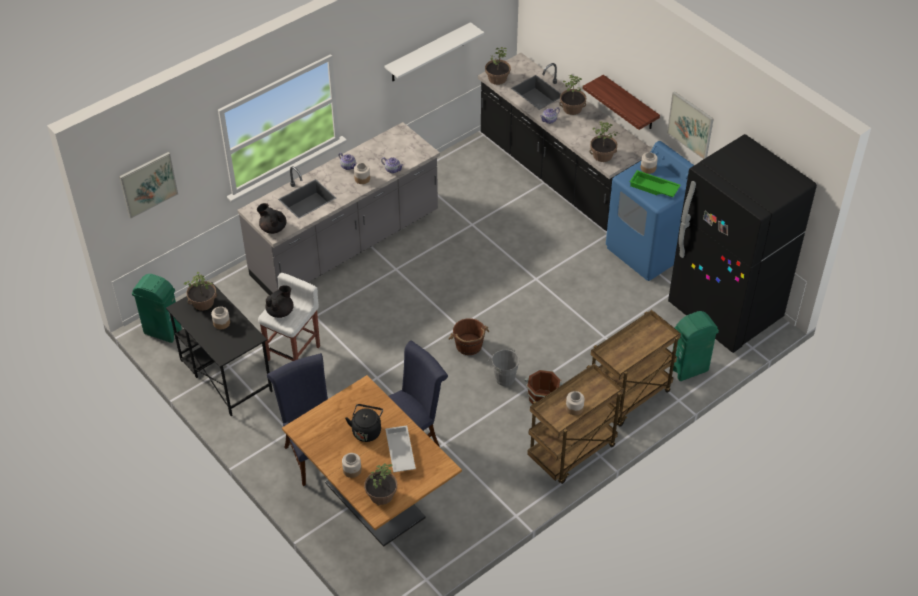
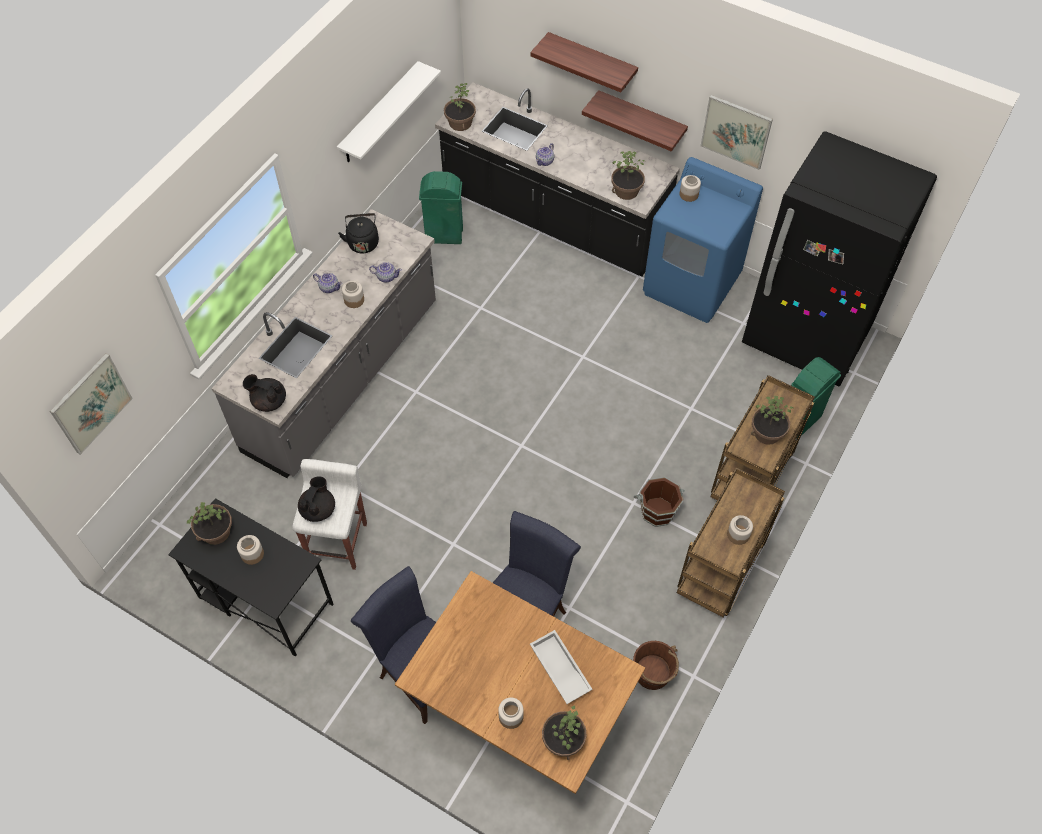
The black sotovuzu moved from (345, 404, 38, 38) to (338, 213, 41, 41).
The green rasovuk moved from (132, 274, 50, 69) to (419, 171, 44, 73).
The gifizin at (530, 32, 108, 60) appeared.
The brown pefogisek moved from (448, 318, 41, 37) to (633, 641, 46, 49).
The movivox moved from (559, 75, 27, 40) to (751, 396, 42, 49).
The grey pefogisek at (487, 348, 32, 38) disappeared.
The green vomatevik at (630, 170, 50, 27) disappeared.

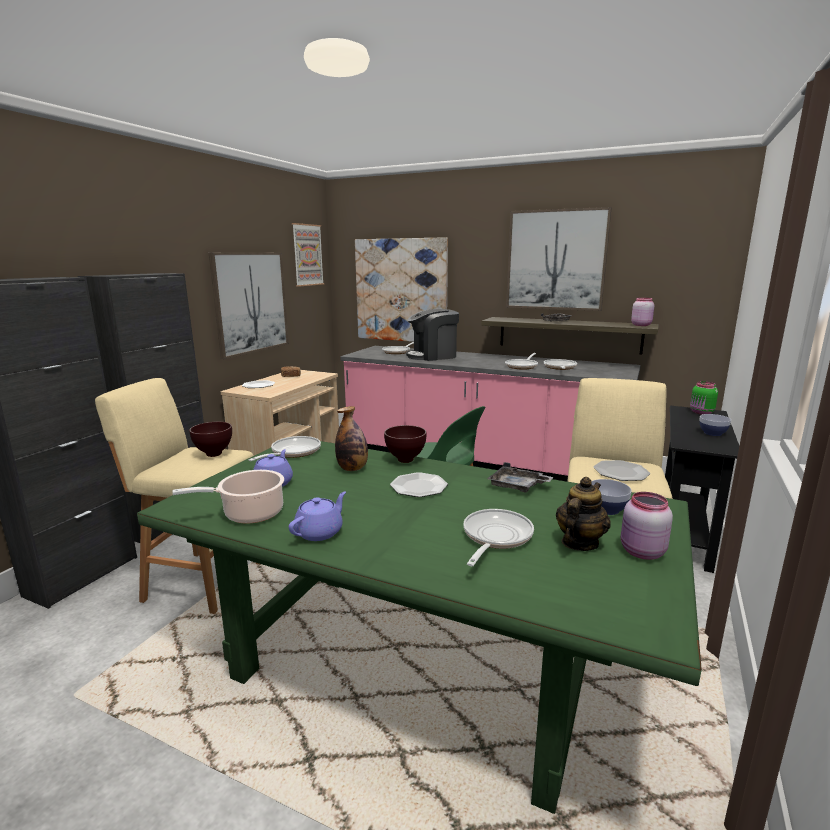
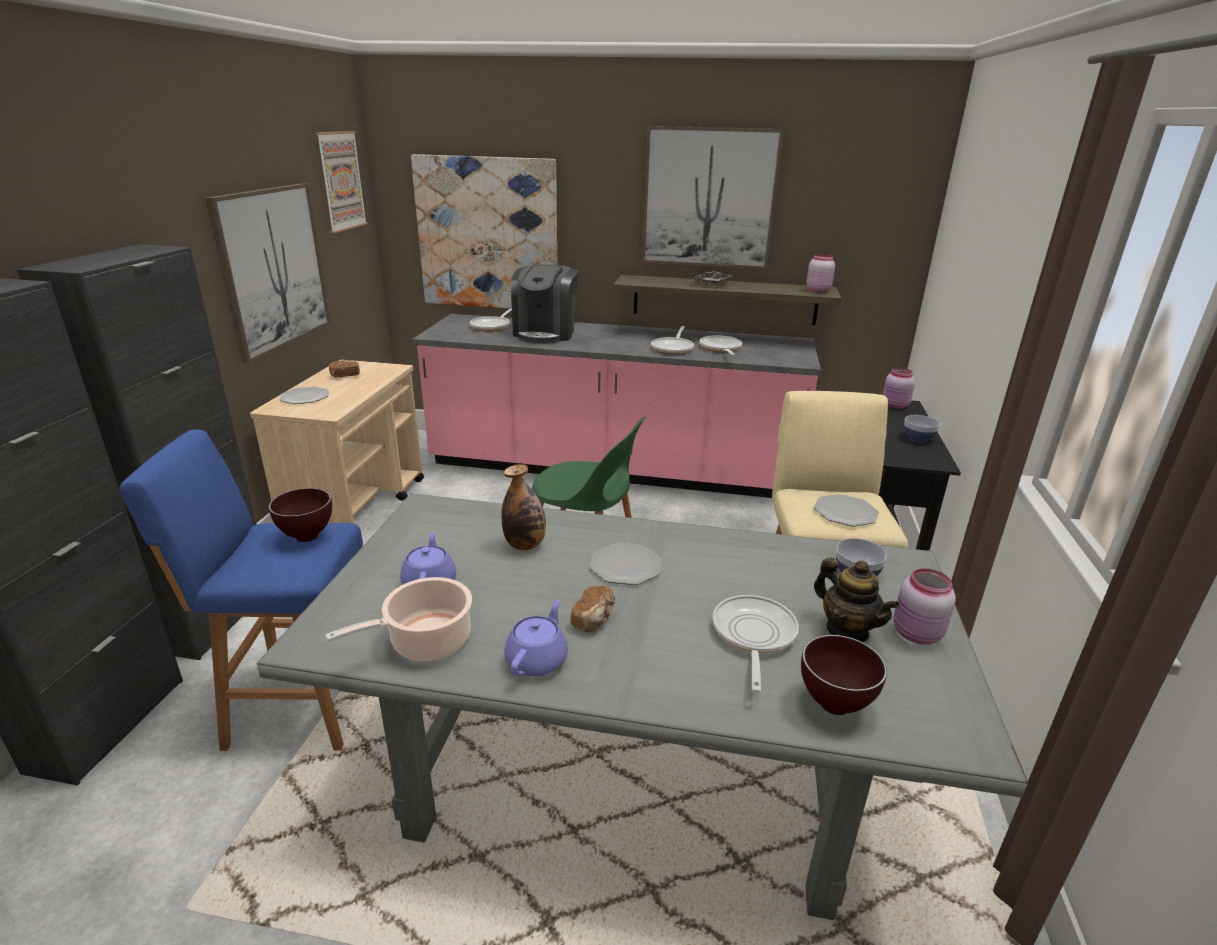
The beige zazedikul at (95, 378, 166, 236) became the blue zazedikul at (119, 429, 244, 322).
The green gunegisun at (137, 441, 565, 373) became the grey gunegisun at (257, 494, 771, 426).
The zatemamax at (406, 309, 53, 52) turned 45 degrees counterclockwise.
The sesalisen at (570, 586, 45, 47) appeared.
The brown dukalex moved from (384, 425, 43, 38) to (801, 635, 86, 80).
The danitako at (556, 477, 55, 74) turned 120 degrees clockwise.
The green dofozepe at (690, 381, 28, 33) became the pink dofozepe at (883, 368, 32, 41).
The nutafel at (248, 436, 73, 25) disappeared.
The grey vomatevik at (487, 462, 67, 31) disappeared.

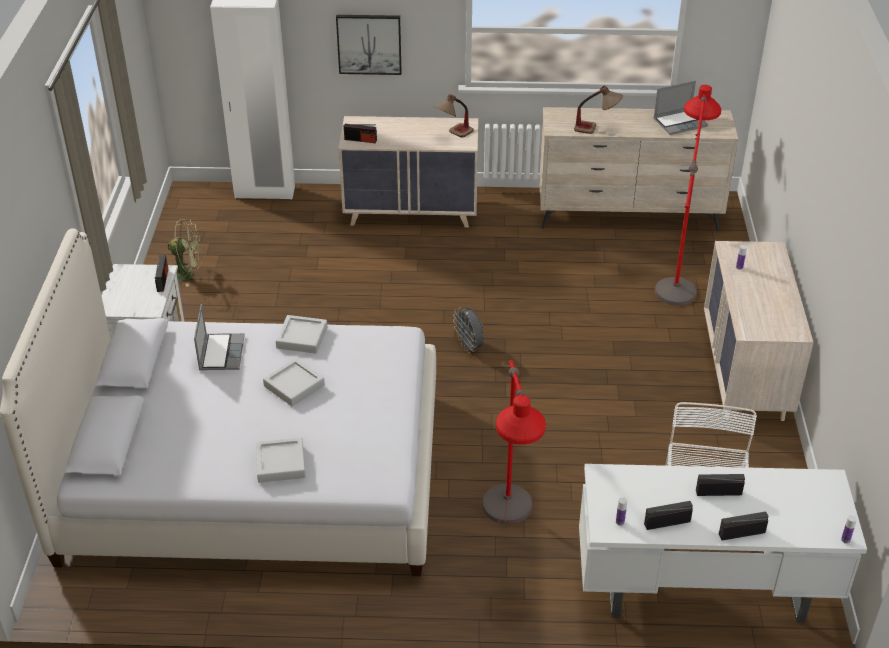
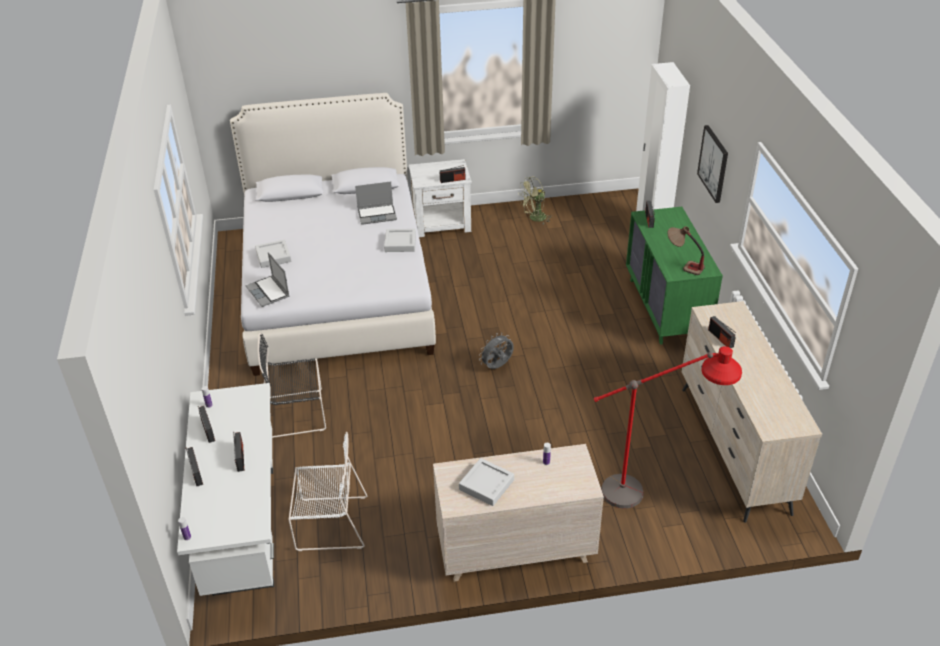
The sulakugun moved from (653, 81, 55, 54) to (245, 252, 45, 55).
The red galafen at (482, 360, 64, 165) was replaced by the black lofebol at (258, 333, 68, 105).
The grey vomatevik moved from (263, 358, 62, 48) to (459, 458, 55, 48).
The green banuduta at (167, 219, 35, 68) turned 75 degrees clockwise.
The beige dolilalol at (338, 116, 140, 112) became the green dolilalol at (626, 207, 97, 138).
The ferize at (574, 86, 49, 48) was replaced by the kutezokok at (708, 316, 28, 32).

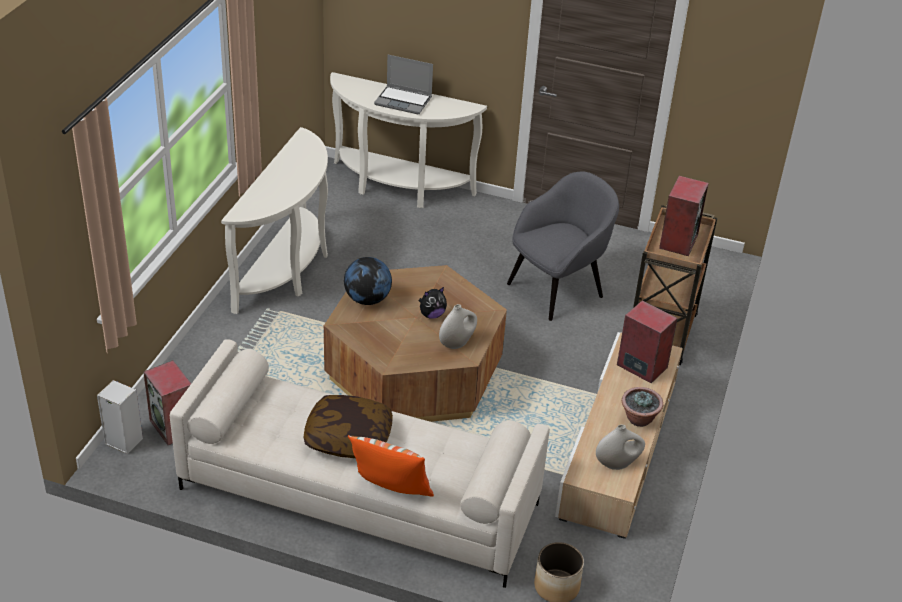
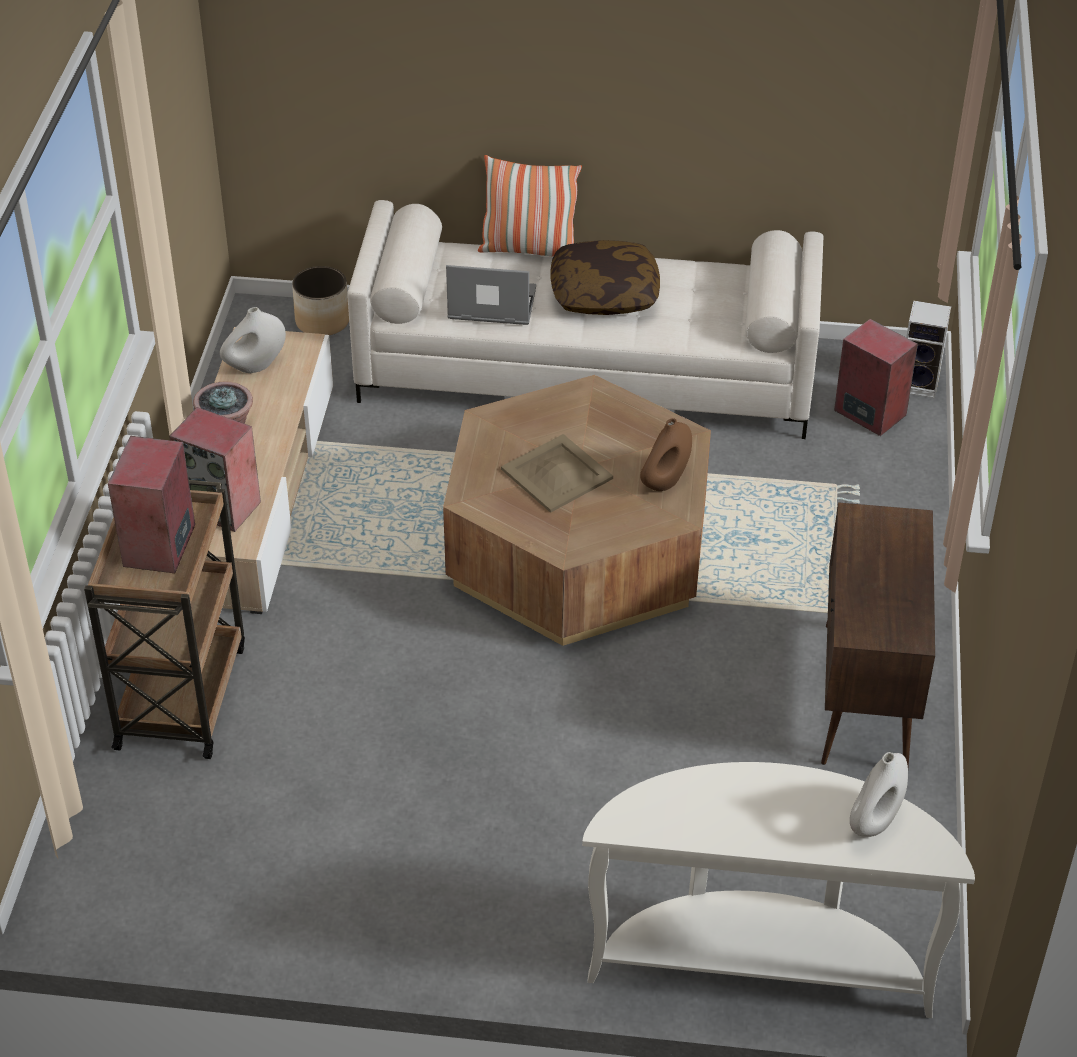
The sulakugun moved from (374, 55, 59, 59) to (446, 265, 90, 60).
The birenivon at (419, 287, 28, 32) was replaced by the beige vomatevik at (501, 434, 112, 79).
The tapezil at (344, 257, 48, 48) was replaced by the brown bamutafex at (640, 418, 52, 73).
The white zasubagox at (221, 127, 107, 187) was replaced by the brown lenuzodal at (821, 502, 114, 264).
The white bamutafex moved from (439, 304, 38, 45) to (850, 752, 58, 85).
The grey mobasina at (507, 172, 112, 149) disappeared.

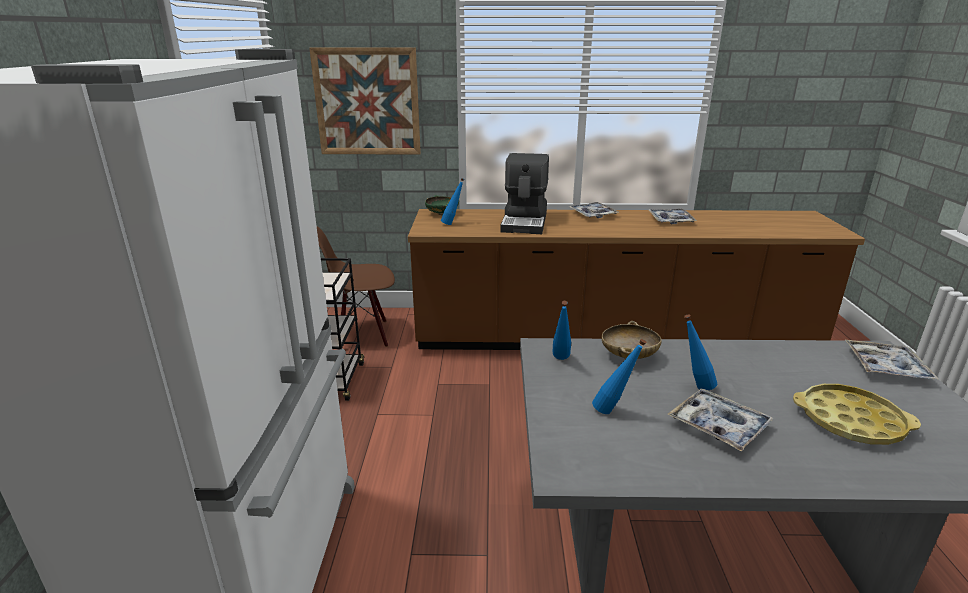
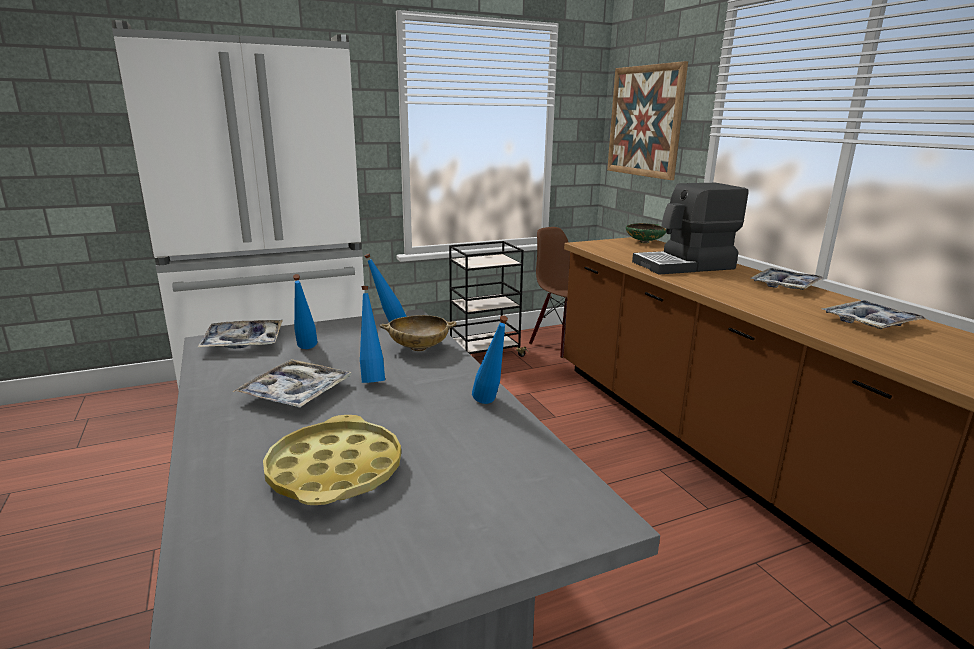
The vomatevik moved from (845, 340, 94, 40) to (197, 320, 86, 28).
The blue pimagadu moved from (441, 178, 23, 47) to (472, 315, 36, 89).

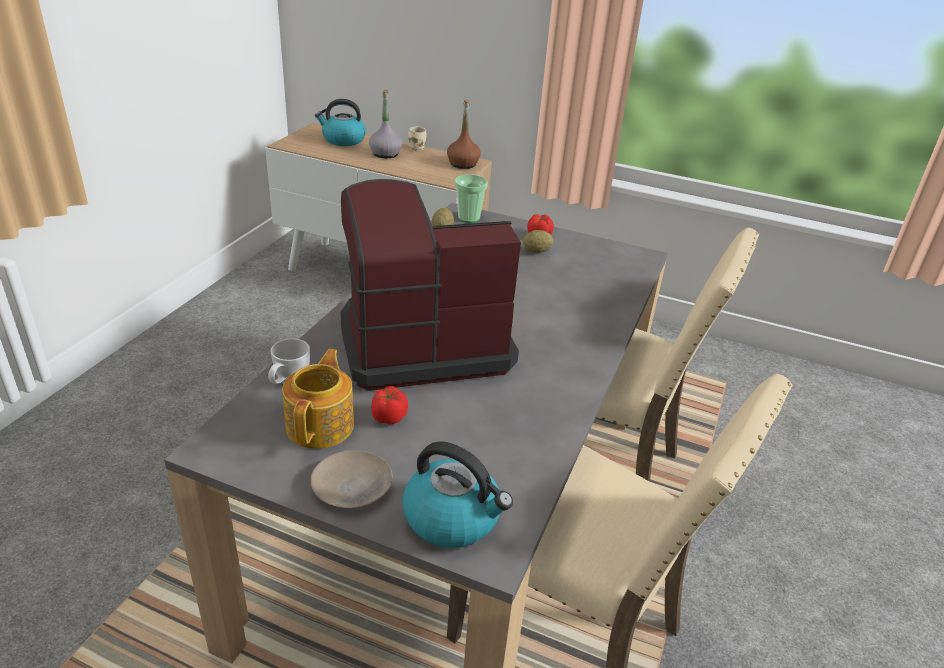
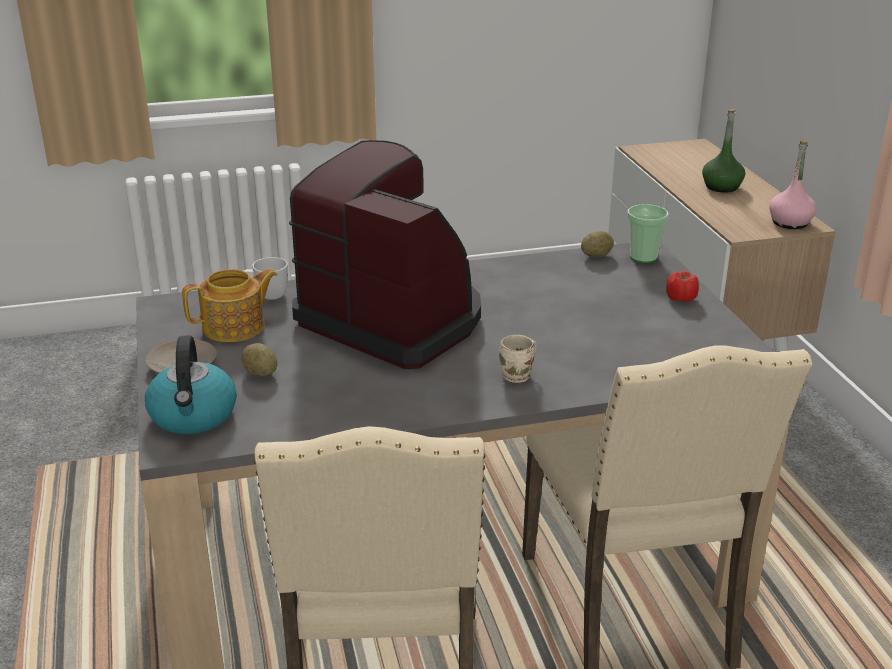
The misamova moved from (523, 230, 30, 23) to (241, 343, 36, 33).
The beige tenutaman moved from (408, 127, 19, 24) to (499, 335, 38, 48).
The grey pimagadu at (369, 90, 33, 68) became the green pimagadu at (702, 109, 43, 83).
The brown pimagadu at (447, 99, 34, 70) became the pink pimagadu at (769, 139, 47, 90).
The sotovuzu at (315, 99, 51, 47) disappeared.
The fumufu at (371, 386, 37, 38) disappeared.

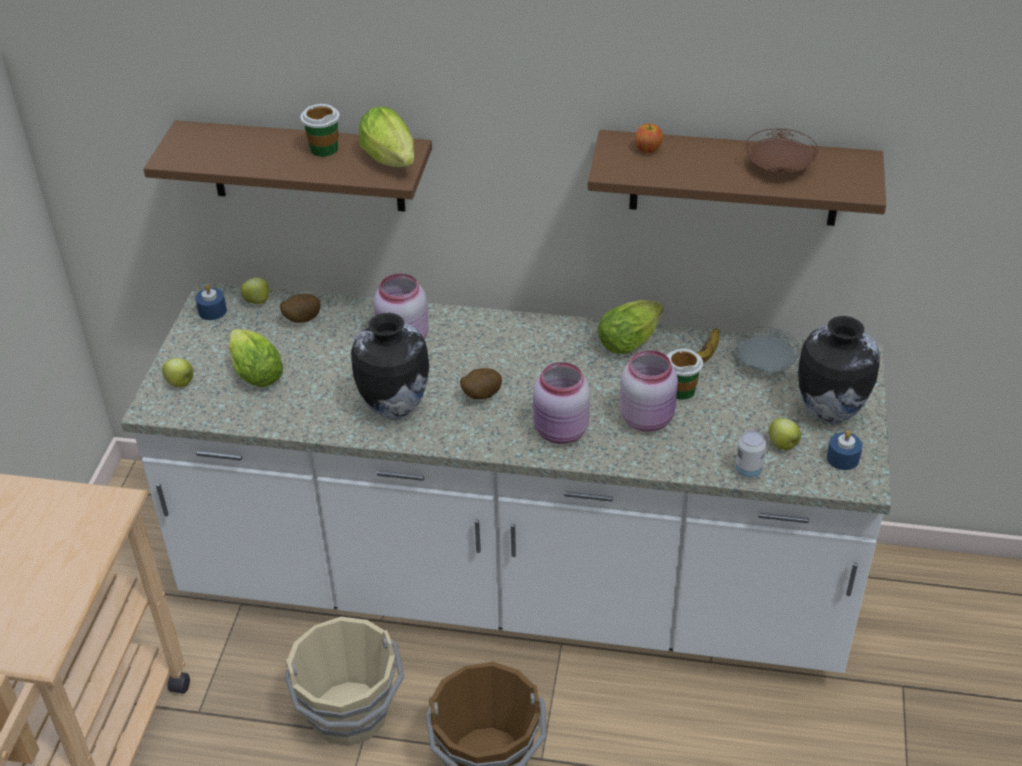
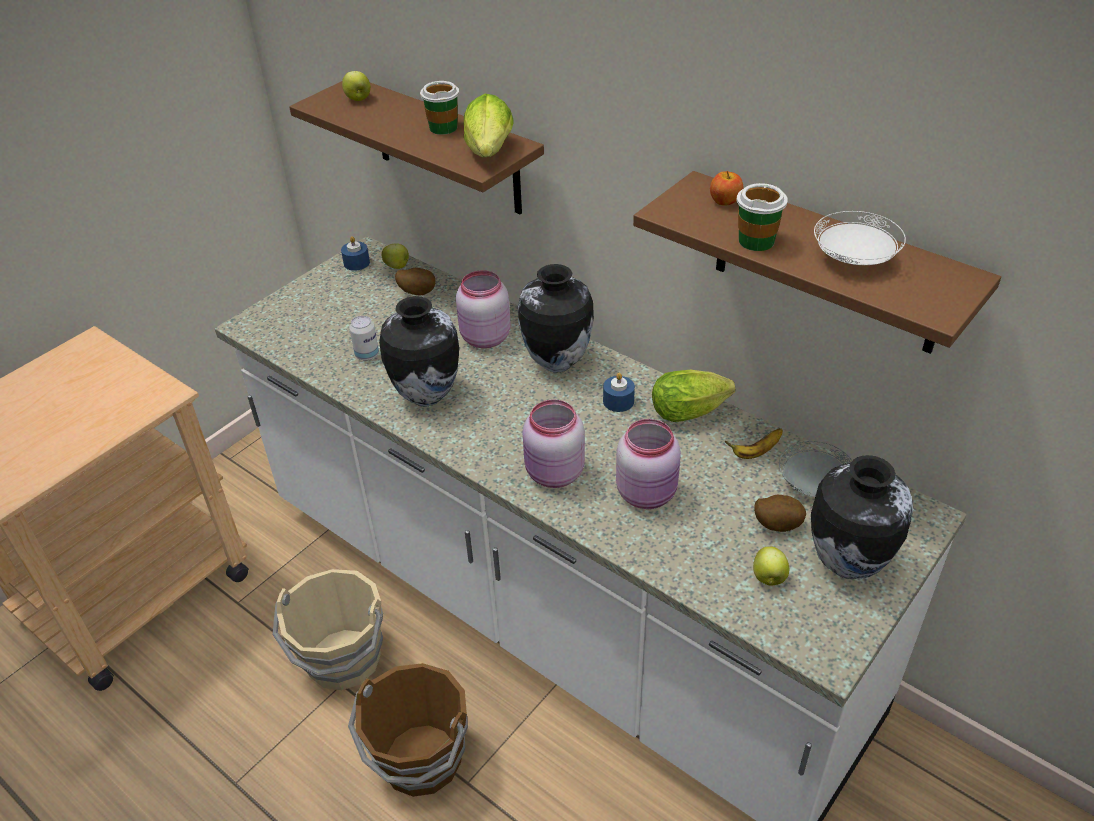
The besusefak moved from (162, 358, 32, 29) to (342, 71, 29, 30).
The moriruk moved from (735, 430, 31, 48) to (349, 316, 30, 45).
The bamutafex at (518, 264, 76, 109) appeared.
The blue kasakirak moved from (827, 431, 35, 39) to (603, 373, 32, 39).
The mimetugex moved from (667, 349, 36, 51) to (737, 183, 51, 68).
The misamova moved from (460, 368, 42, 32) to (754, 495, 52, 37).
The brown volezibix at (745, 128, 74, 45) became the white volezibix at (814, 211, 92, 54).
The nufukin at (229, 329, 54, 58) disappeared.

